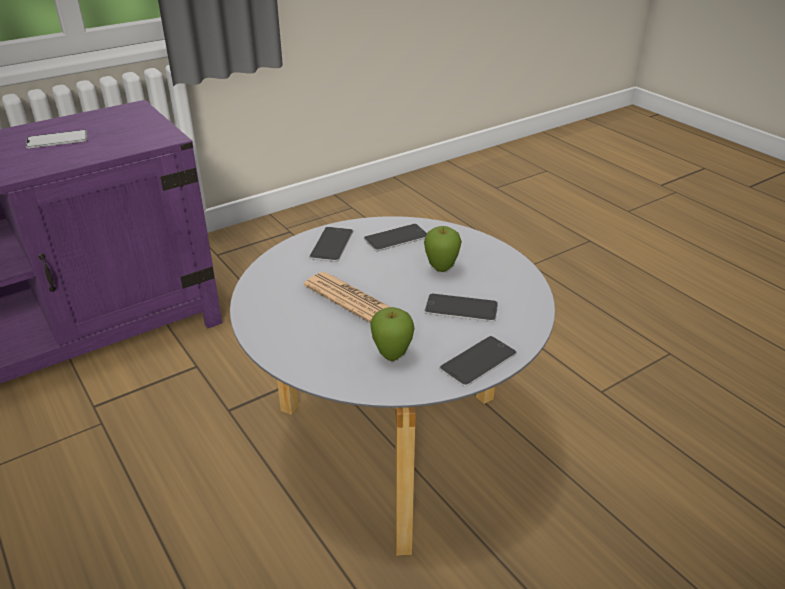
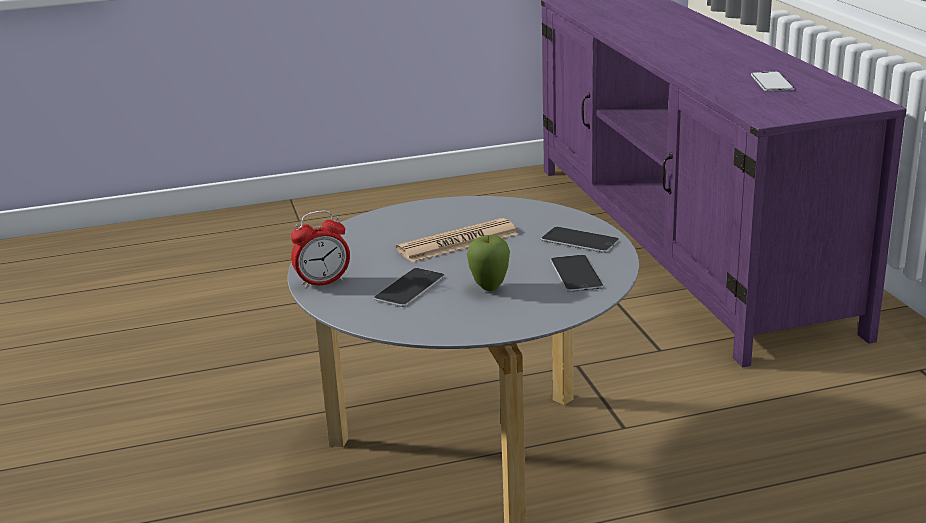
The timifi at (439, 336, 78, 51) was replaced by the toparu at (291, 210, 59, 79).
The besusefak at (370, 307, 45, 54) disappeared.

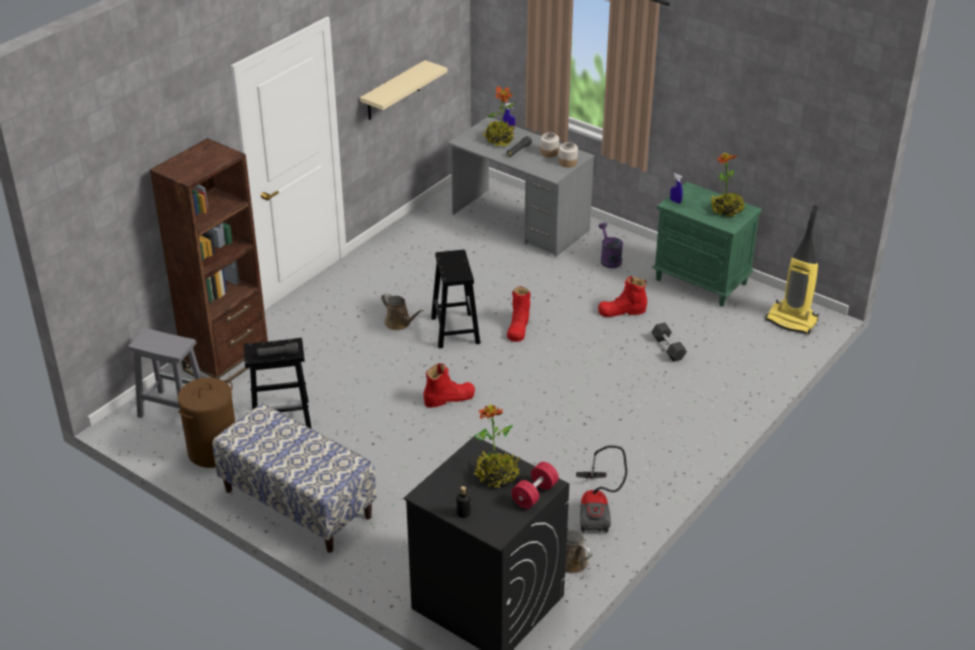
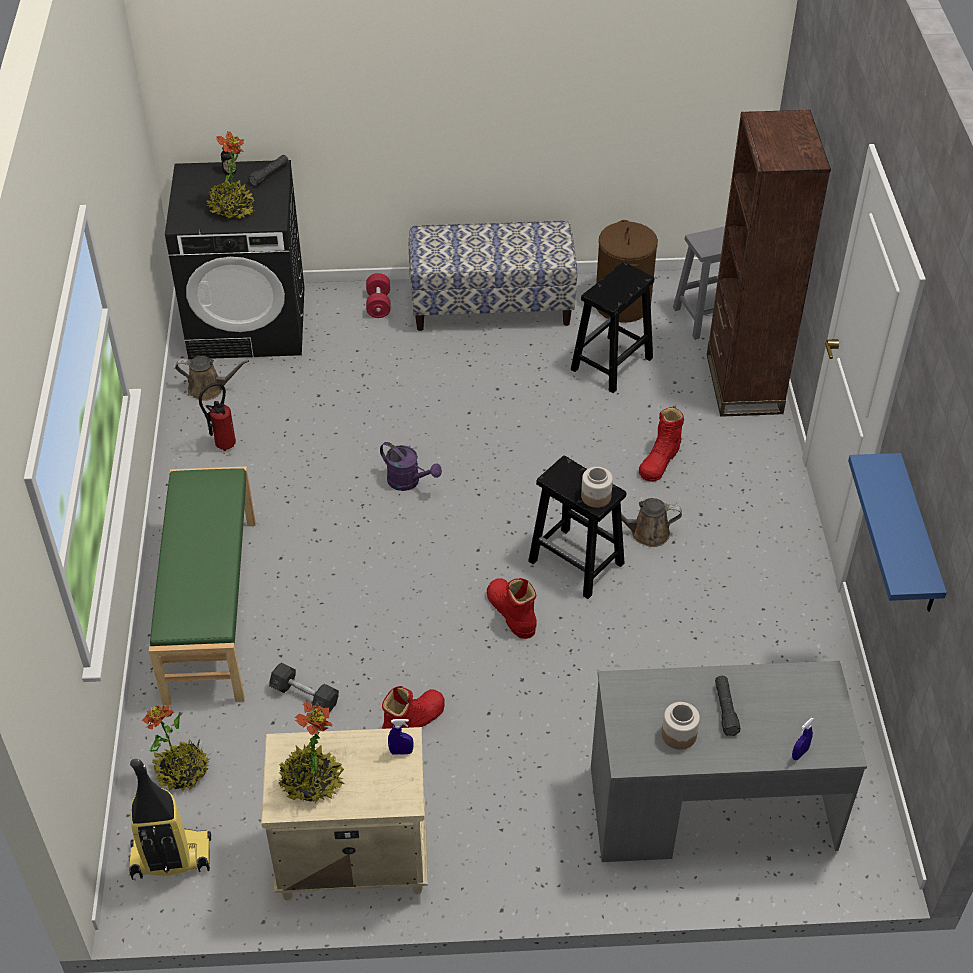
The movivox moved from (483, 86, 33, 62) to (142, 705, 69, 87).
The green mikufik at (149, 466, 107, 239) appeared.
The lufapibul at (576, 446, 51, 87) was replaced by the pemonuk at (199, 383, 37, 68).
The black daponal moved from (257, 342, 42, 15) to (248, 155, 41, 31).
The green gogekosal at (651, 182, 111, 125) became the beige gogekosal at (261, 727, 167, 173).
The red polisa moved from (511, 462, 48, 47) to (366, 273, 24, 45).
The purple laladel moved from (598, 222, 25, 46) to (380, 442, 62, 49).
The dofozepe moved from (559, 142, 19, 25) to (581, 467, 32, 41).
The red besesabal moved from (424, 363, 51, 45) to (639, 406, 45, 76).
The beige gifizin at (360, 60, 87, 60) became the blue gifizin at (848, 453, 99, 158).

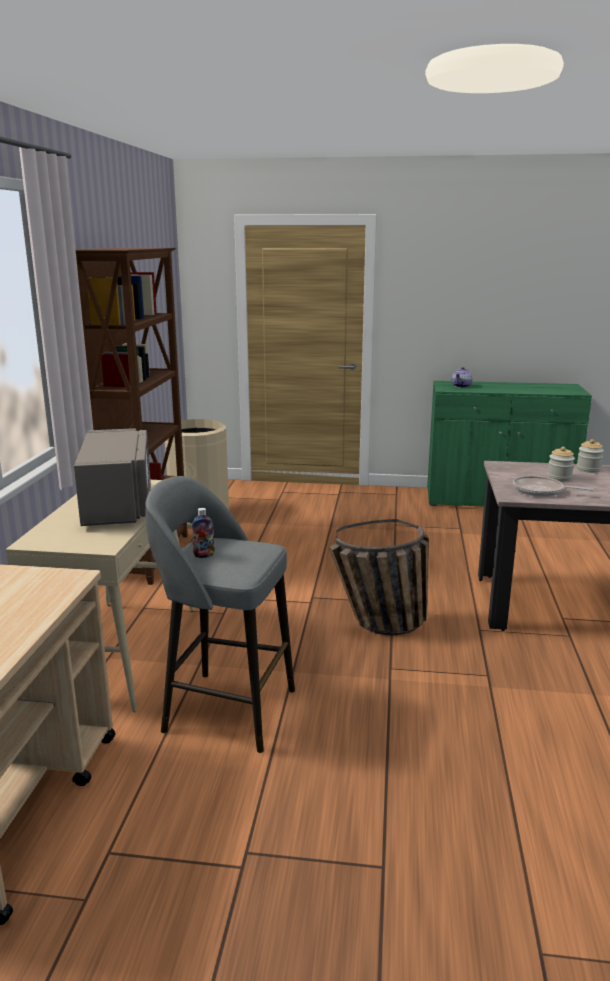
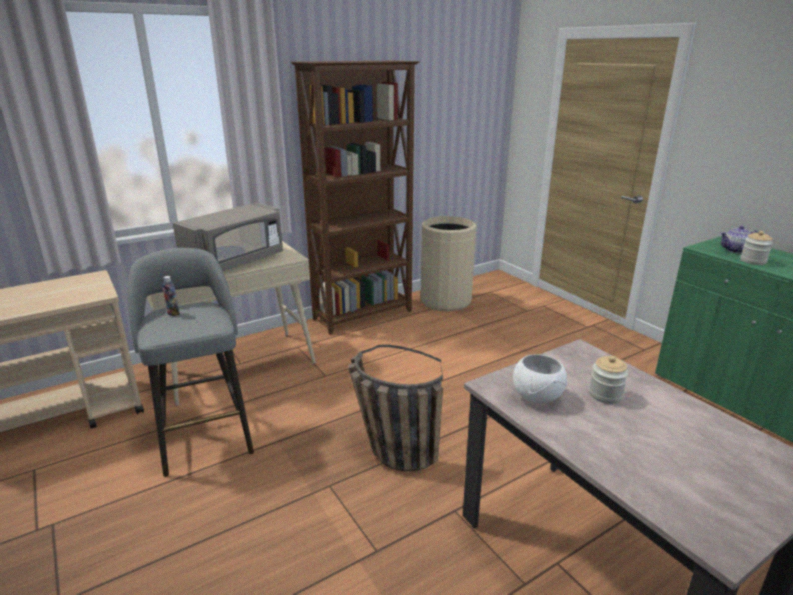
The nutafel at (513, 476, 80, 21) was replaced by the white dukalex at (513, 354, 54, 49).
The dofozepe moved from (577, 439, 27, 34) to (741, 231, 32, 34).

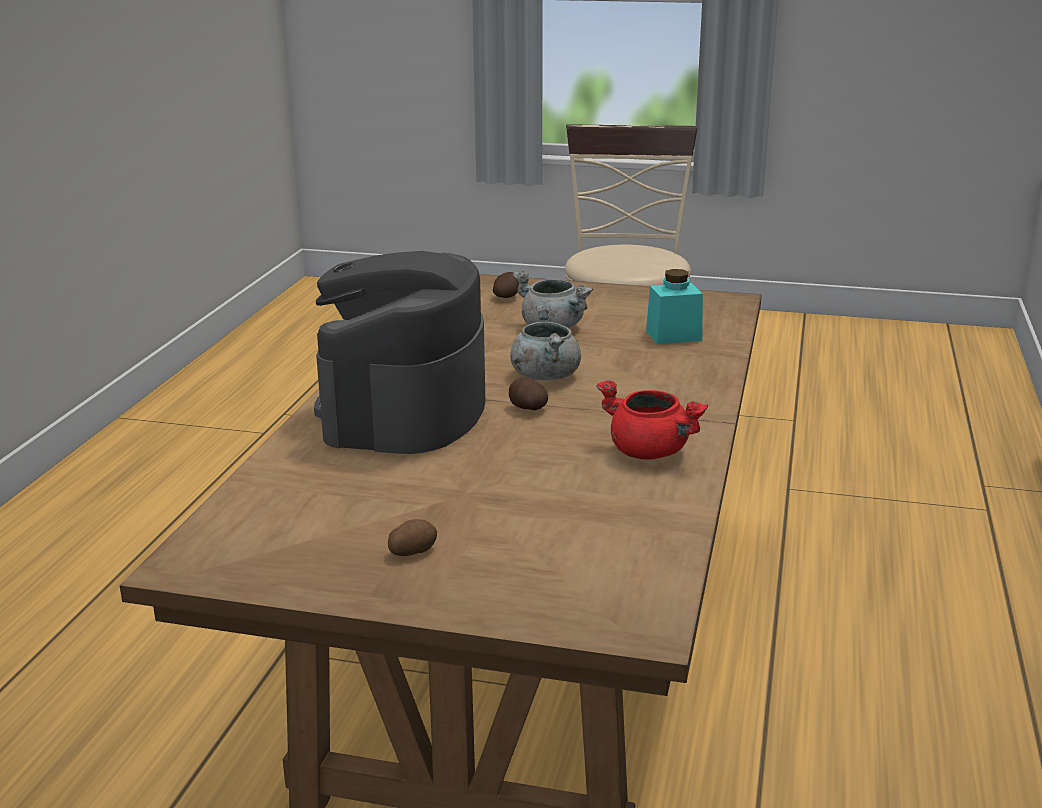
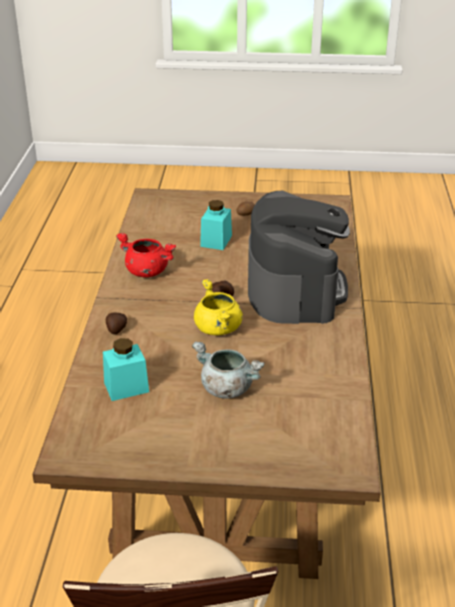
The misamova moved from (493, 272, 26, 26) to (106, 313, 21, 21).
The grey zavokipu at (510, 305, 71, 75) became the yellow zavokipu at (194, 279, 49, 56).
The turquoise dofozepe at (200, 200, 32, 50) appeared.

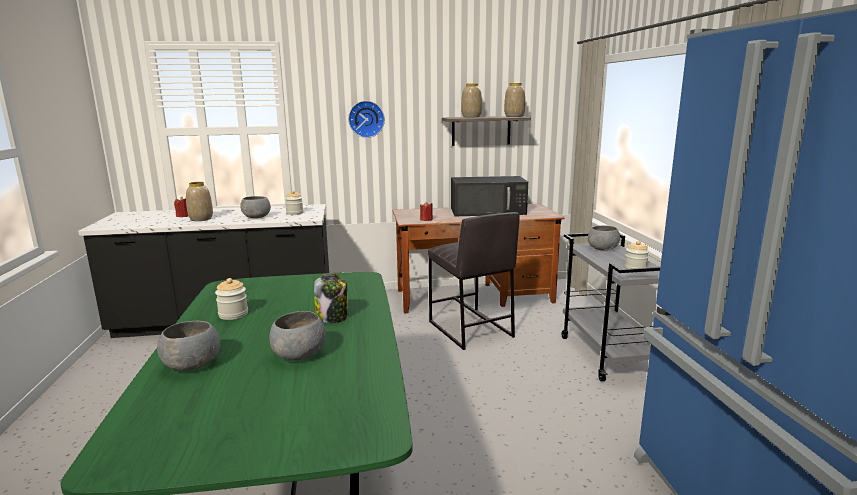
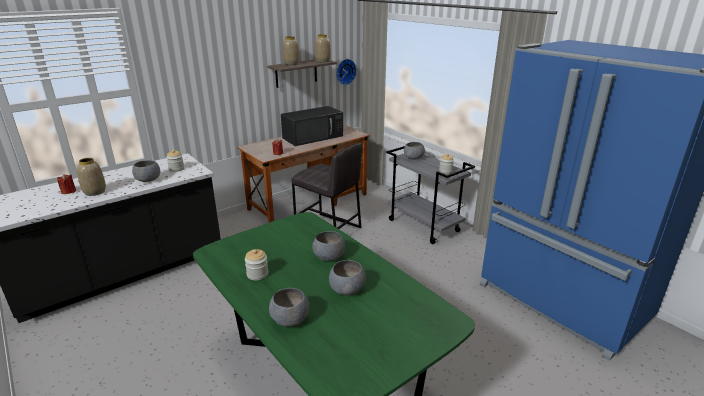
The dofozepe at (314, 273, 34, 50) was replaced by the grey dukalex at (312, 231, 33, 30).
The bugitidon moved from (348, 101, 37, 37) to (336, 59, 21, 26).

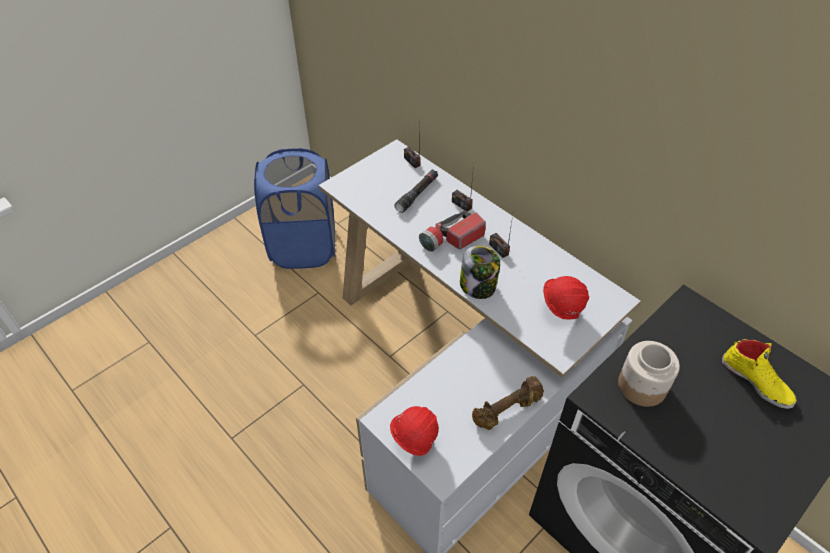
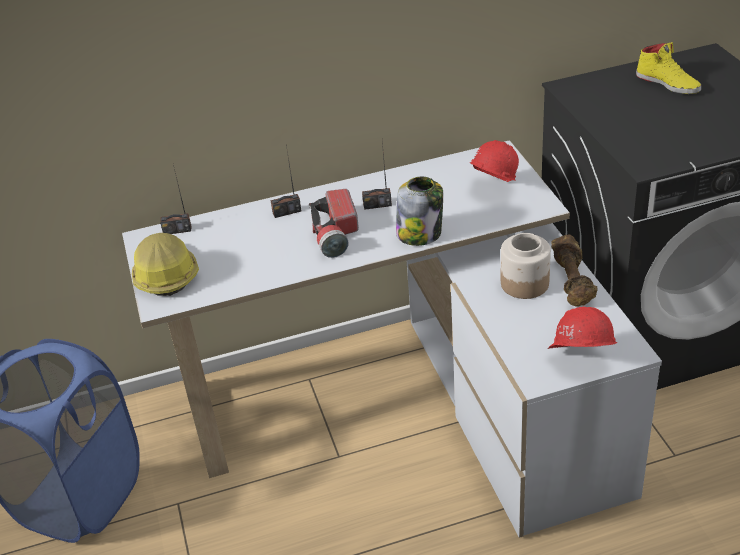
The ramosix at (132, 233, 67, 63) appeared.
The dofozepe moved from (618, 341, 62, 66) to (501, 233, 50, 66).
The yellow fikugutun at (722, 339, 75, 70) turned 60 degrees clockwise.
The black daponal at (394, 169, 44, 44) disappeared.

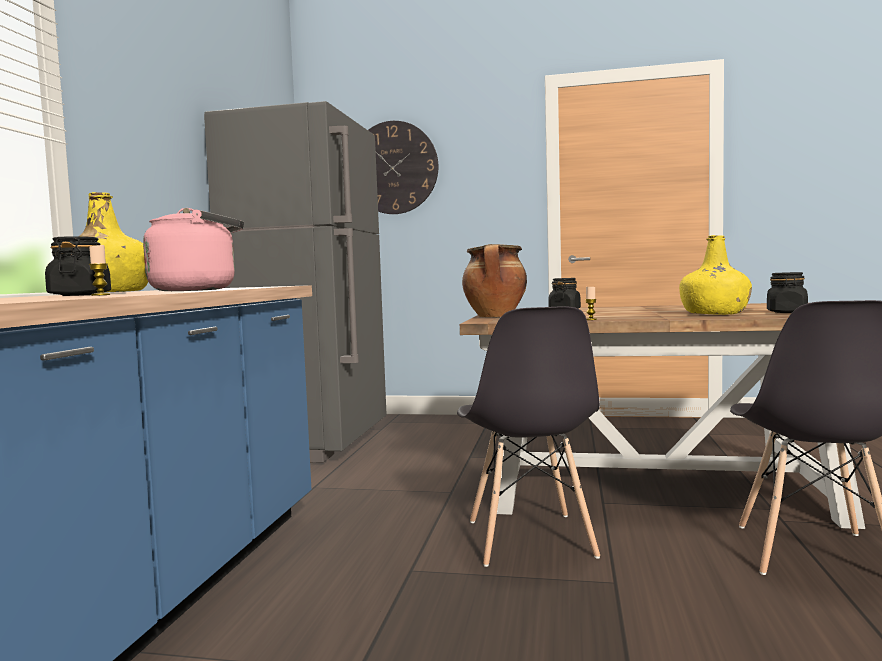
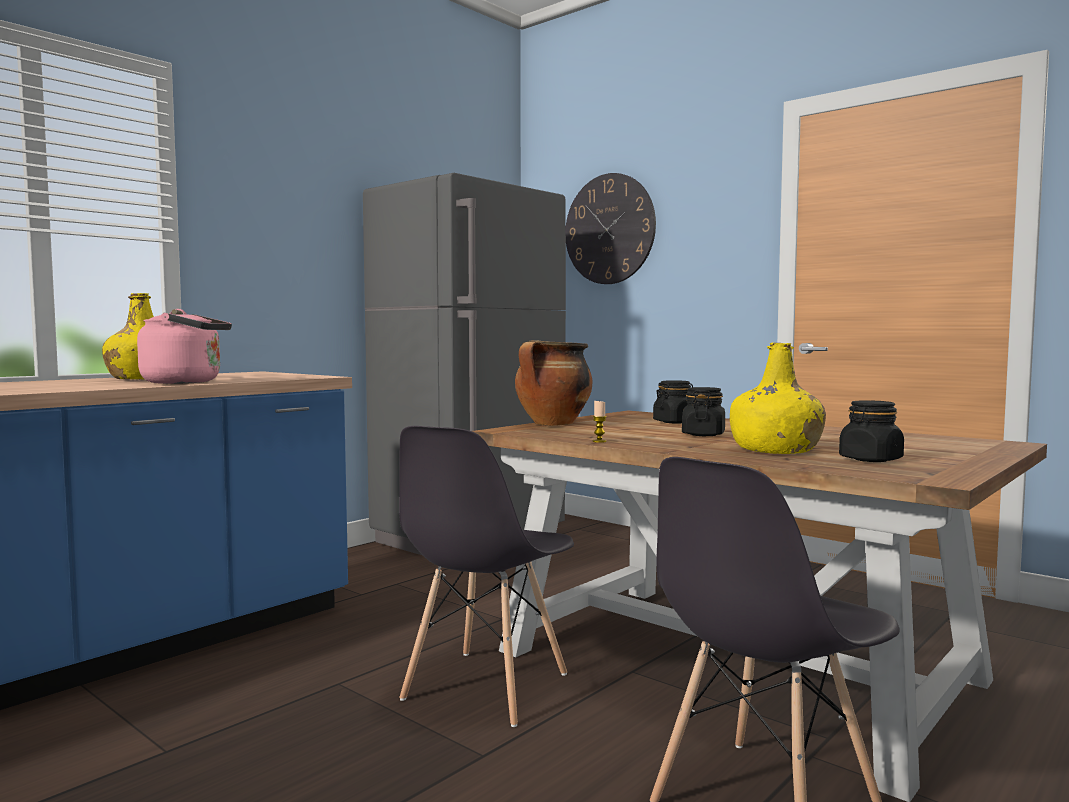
The black dofozepe moved from (45, 236, 66, 60) to (682, 387, 43, 49).
The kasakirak at (89, 244, 21, 52) disappeared.

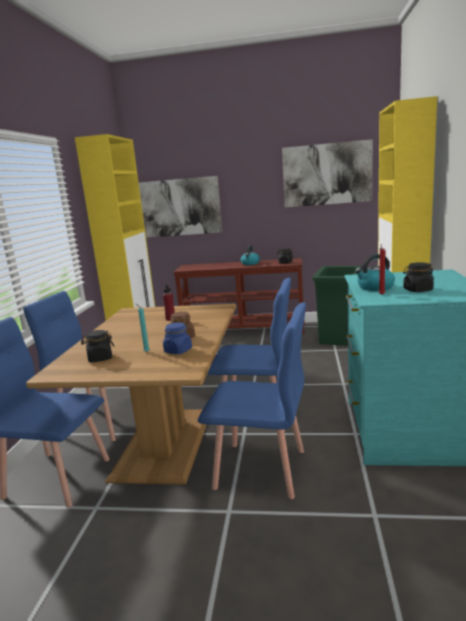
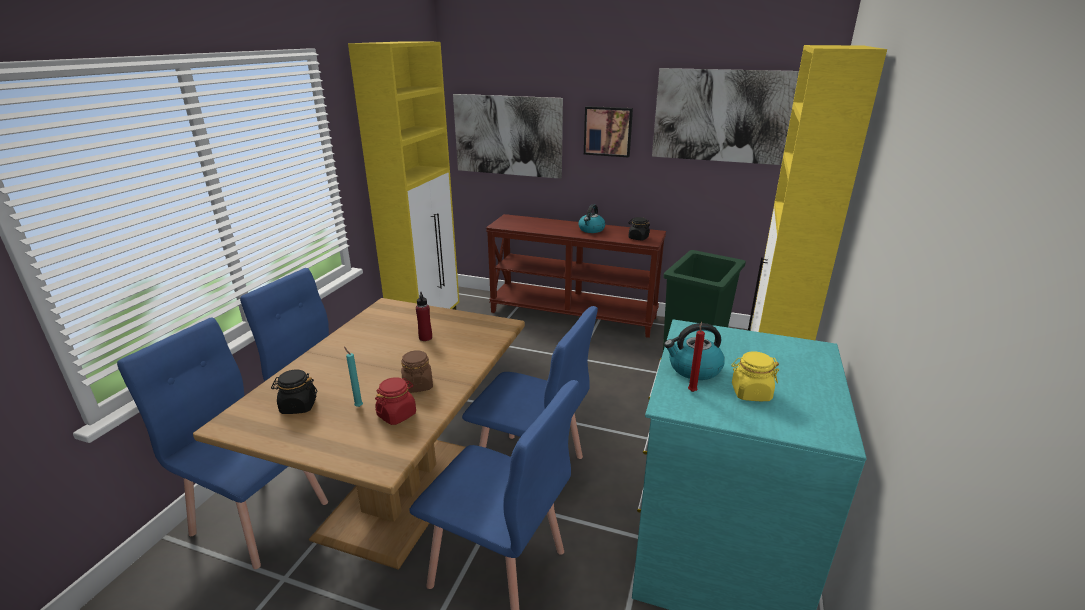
The blue dofozepe at (163, 322, 29, 32) became the red dofozepe at (375, 377, 41, 48).
The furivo at (584, 106, 49, 52) appeared.
The black dofozepe at (403, 262, 31, 30) became the yellow dofozepe at (731, 351, 48, 50).

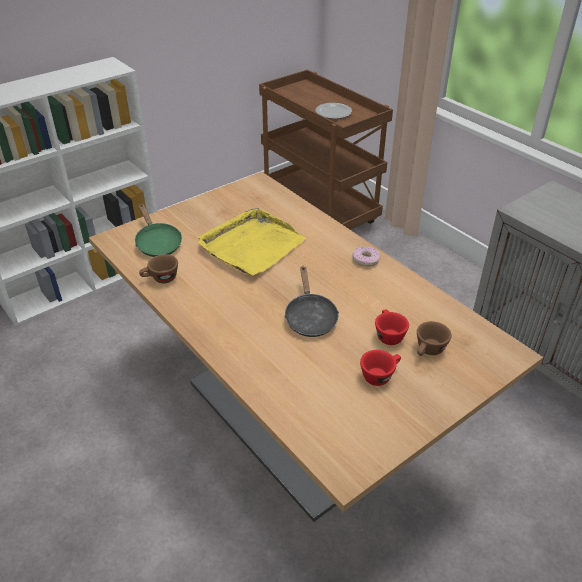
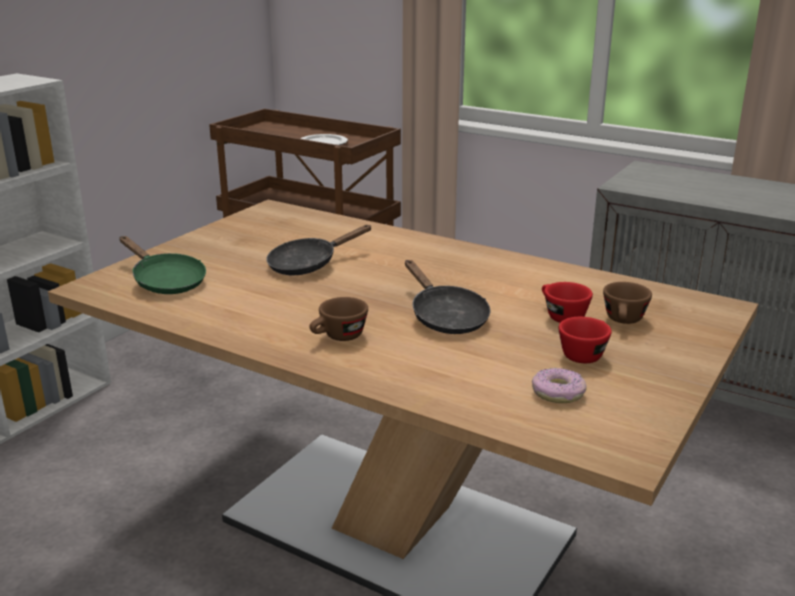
The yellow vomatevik at (198, 208, 108, 68) was replaced by the black nutafel at (266, 225, 106, 50).
The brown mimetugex moved from (139, 254, 39, 29) to (309, 297, 59, 44).
The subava moved from (352, 247, 28, 20) to (532, 368, 54, 35).

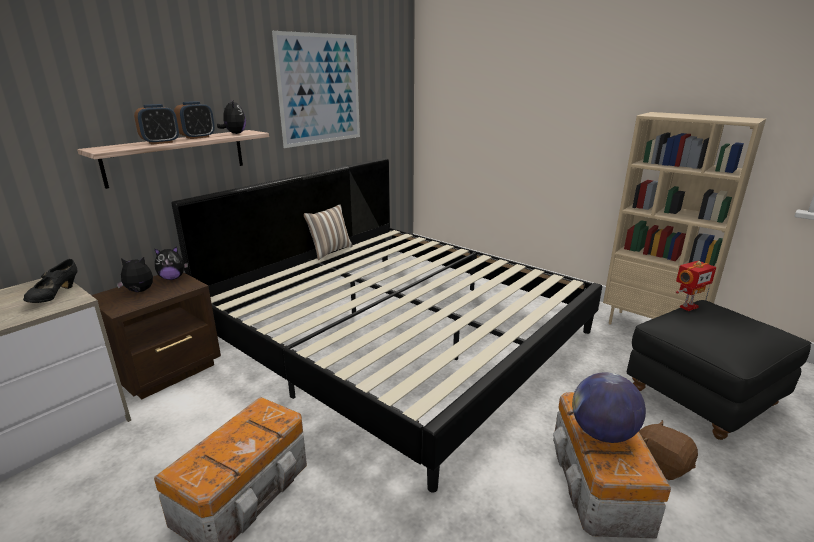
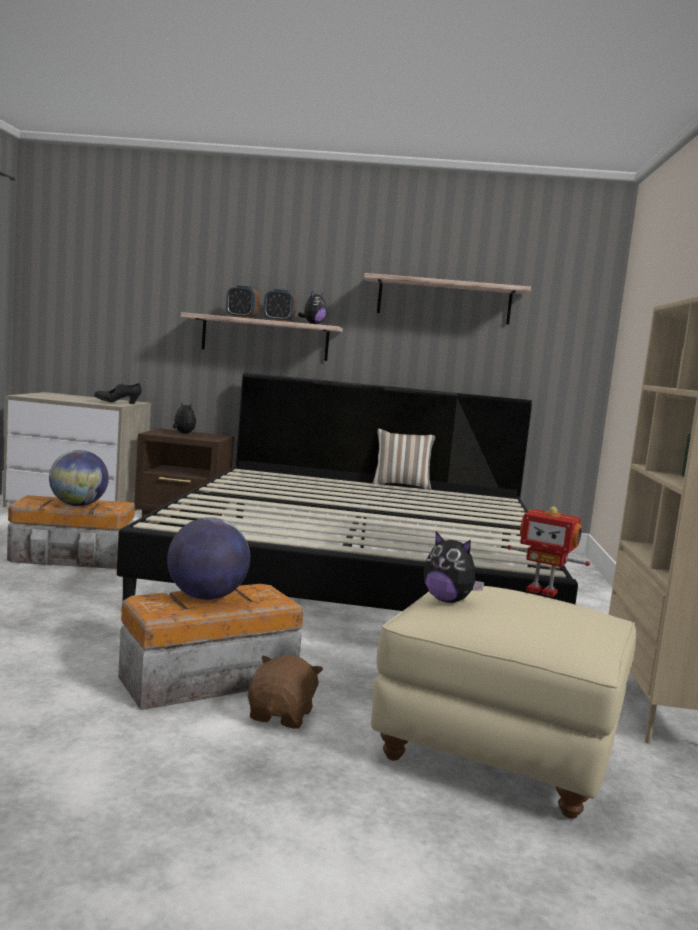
The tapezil at (49, 450, 60, 56) appeared.
The furivo at (272, 31, 88, 117) was replaced by the gifizin at (364, 273, 167, 51).
The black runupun at (627, 300, 184, 140) became the beige runupun at (371, 586, 265, 233).
The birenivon moved from (154, 246, 34, 34) to (423, 532, 62, 71).

